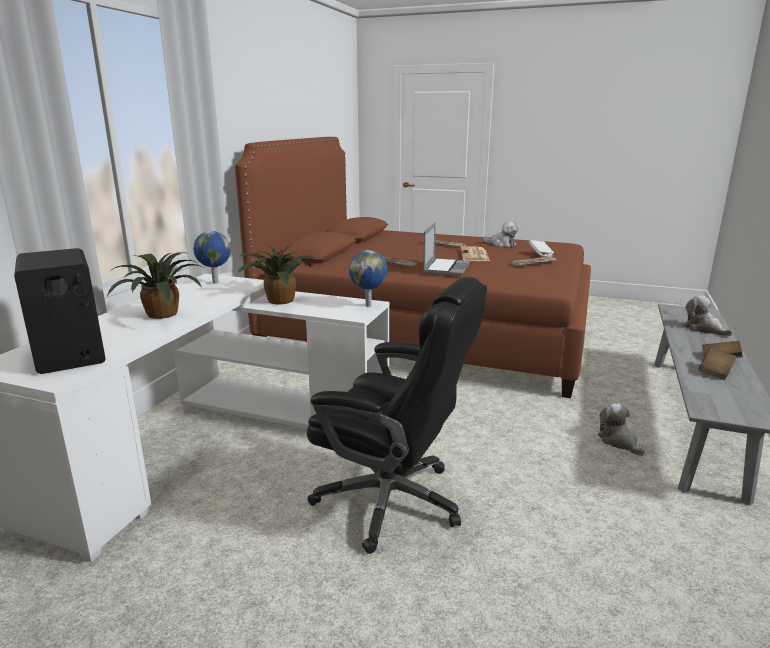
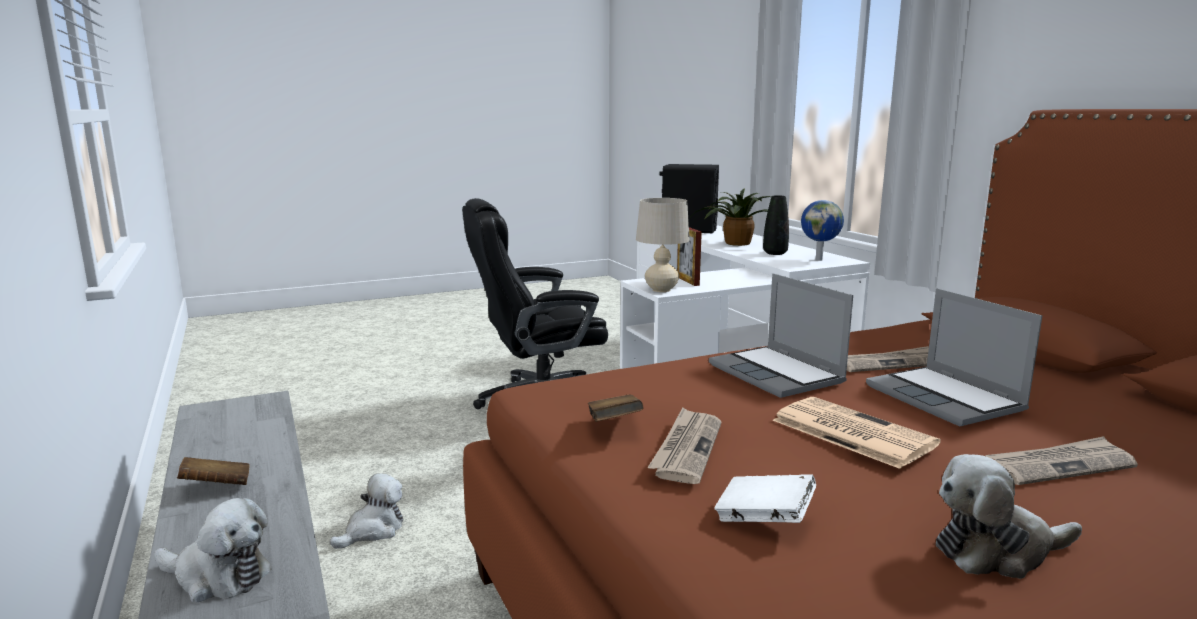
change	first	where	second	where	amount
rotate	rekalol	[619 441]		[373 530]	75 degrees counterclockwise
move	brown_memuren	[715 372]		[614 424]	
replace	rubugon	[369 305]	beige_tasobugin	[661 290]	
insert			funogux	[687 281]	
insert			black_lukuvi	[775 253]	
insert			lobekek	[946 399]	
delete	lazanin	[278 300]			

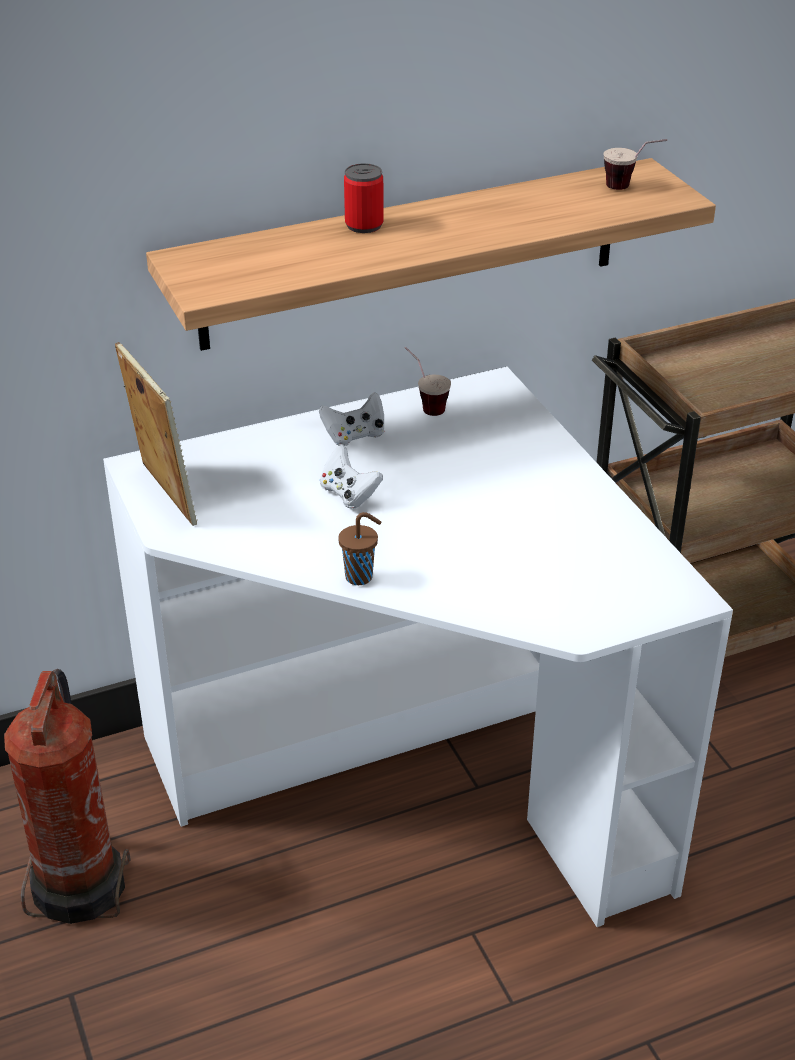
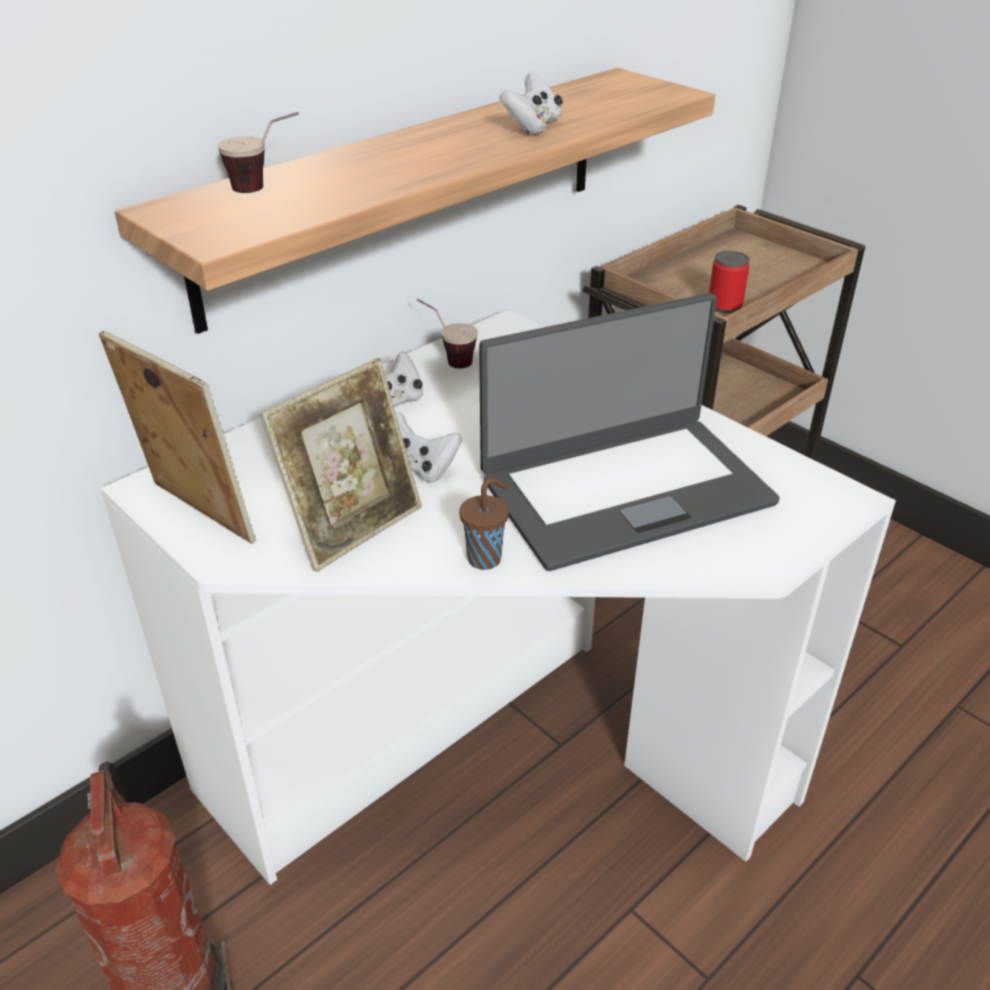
change	first	where	second	where	amount
move	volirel	[631 188]		[266 189]	
insert			funogux	[354 527]	
insert			lobekek	[624 489]	
insert			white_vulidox	[532 127]	
move	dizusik	[364 225]		[724 306]	

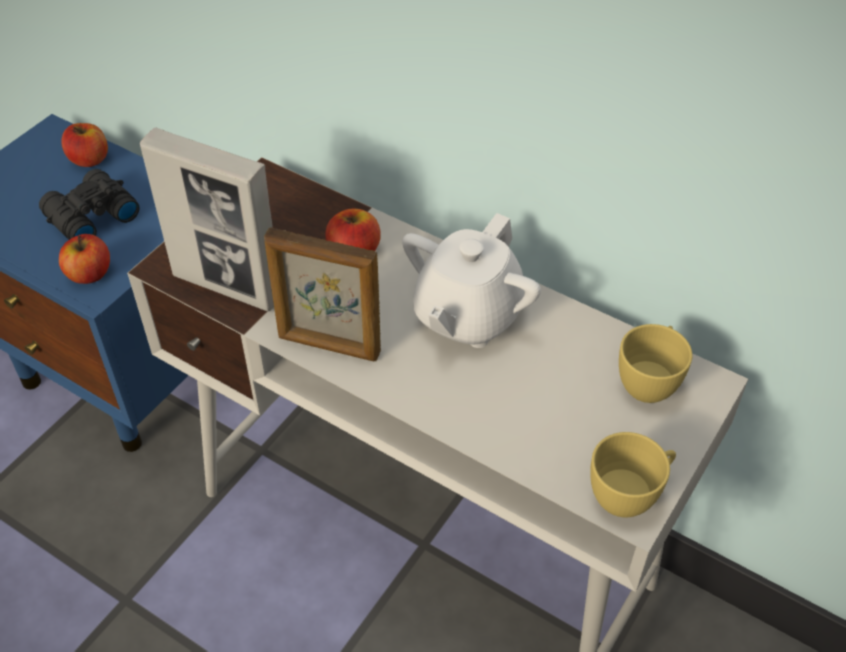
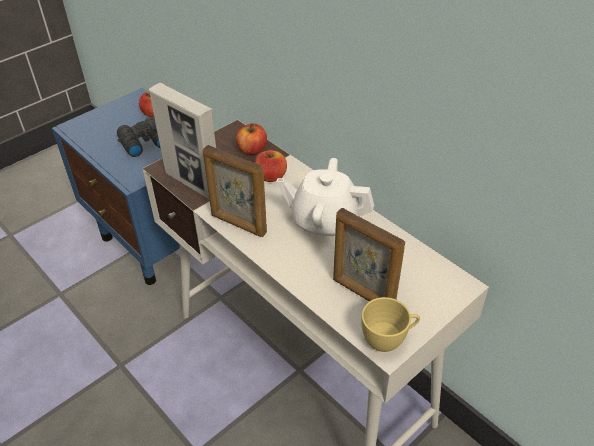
change	first	where	second	where	amount
move	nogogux	[90 274]		[252 150]	
rotate	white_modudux	[467 316]		[324 221]	60 degrees clockwise
insert			funogux	[362 294]	
delete	yellow_volirel	[649 381]			

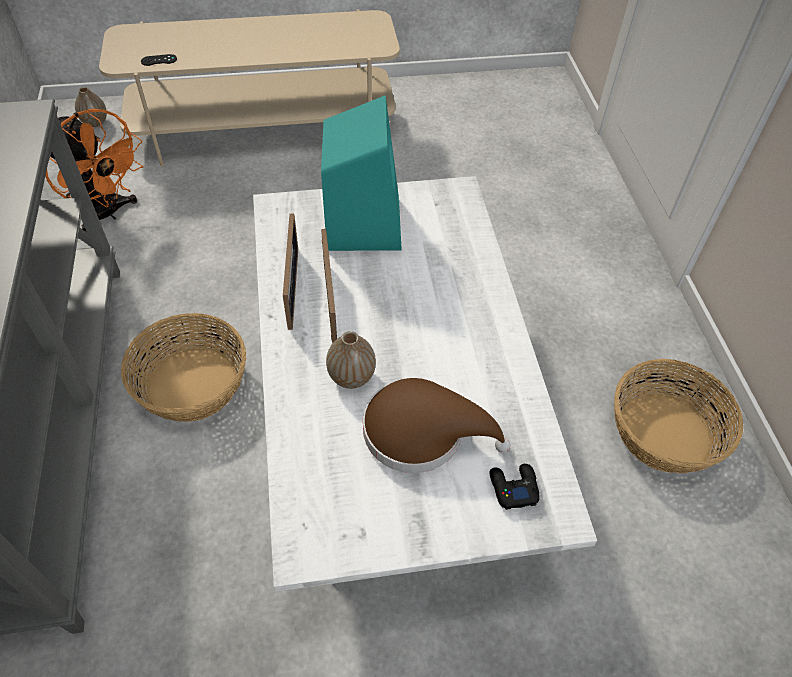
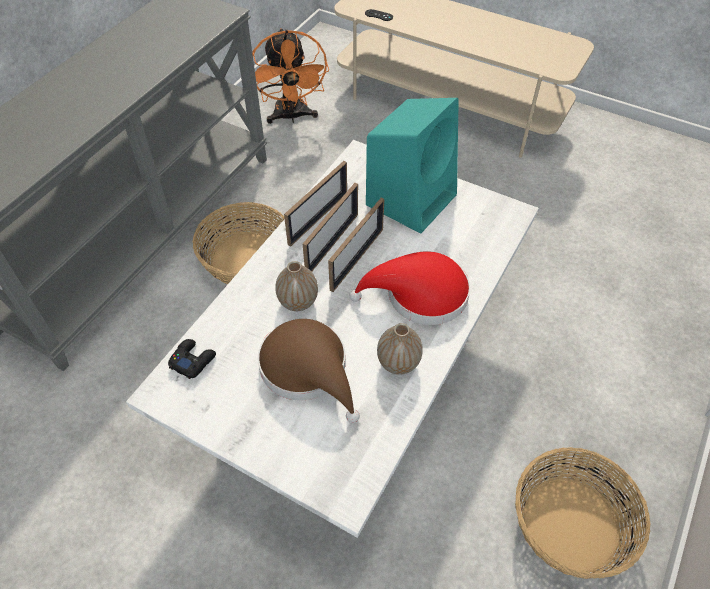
change	first	where	second	where	amount
move	black_vulidox	[513 487]		[192 360]	
insert			funogux	[357 259]	
insert			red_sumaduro	[419 295]	
move	lukuvi	[95 122]		[398 363]	

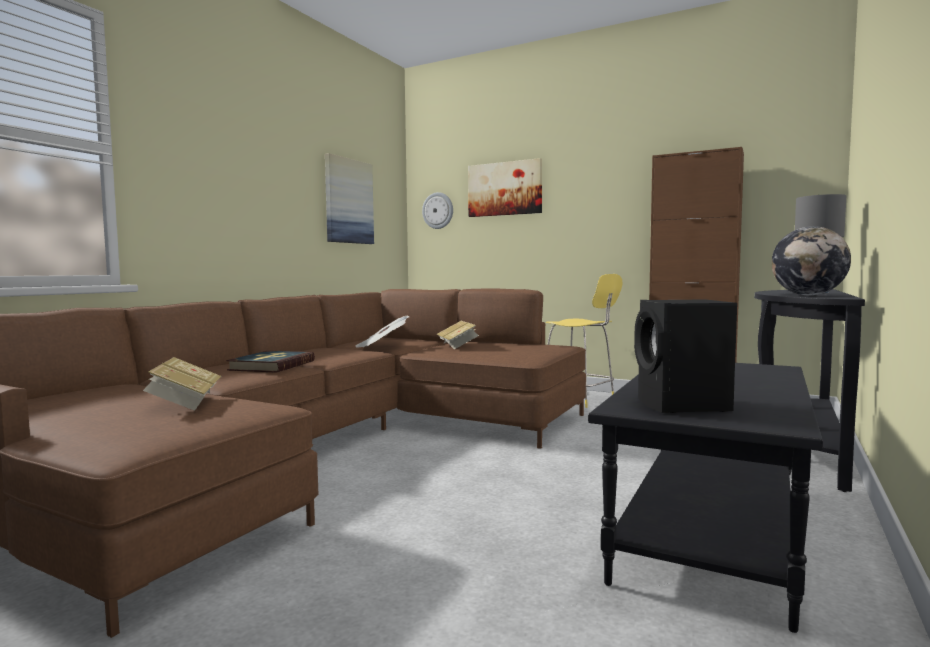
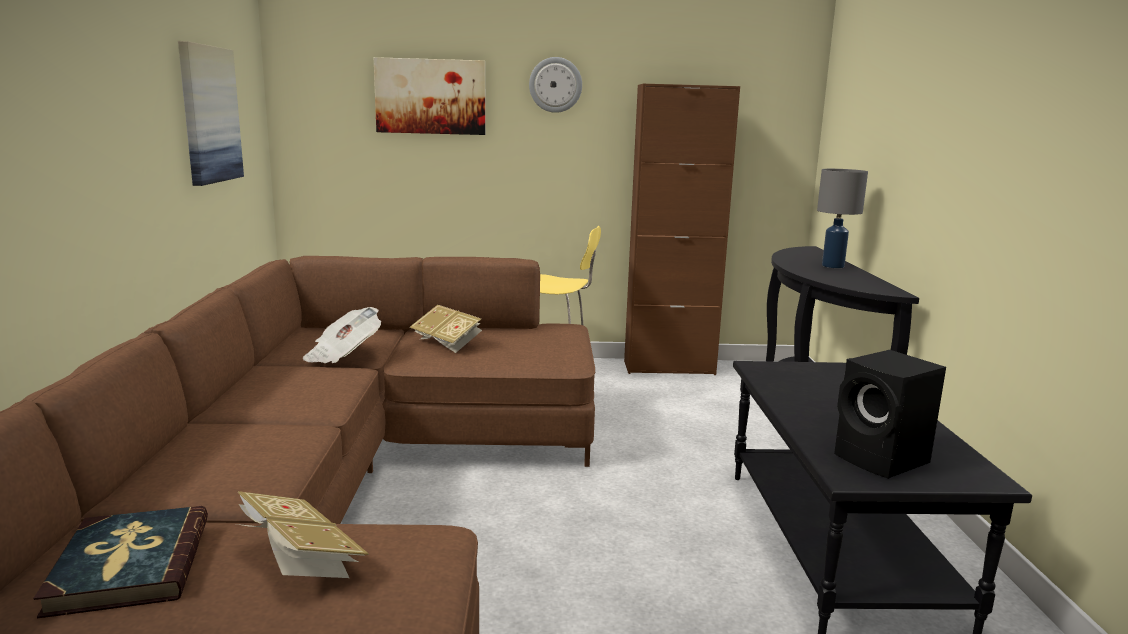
change	first	where	second	where	amount
move	memuren	[271 365]		[129 565]	
move	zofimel	[438 210]		[555 85]	
delete	rubugon	[808 295]			

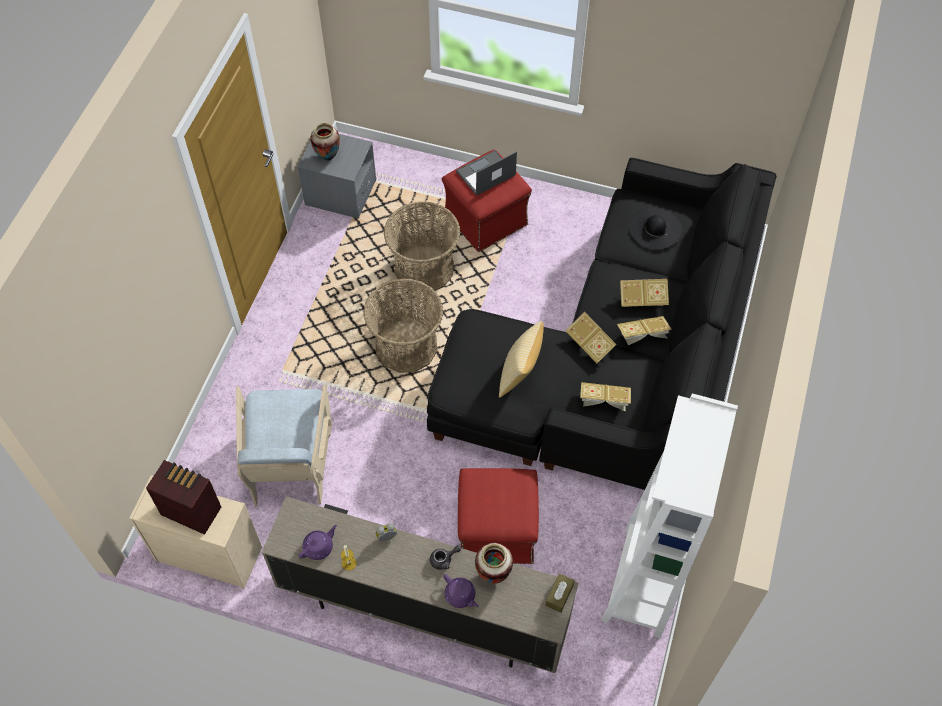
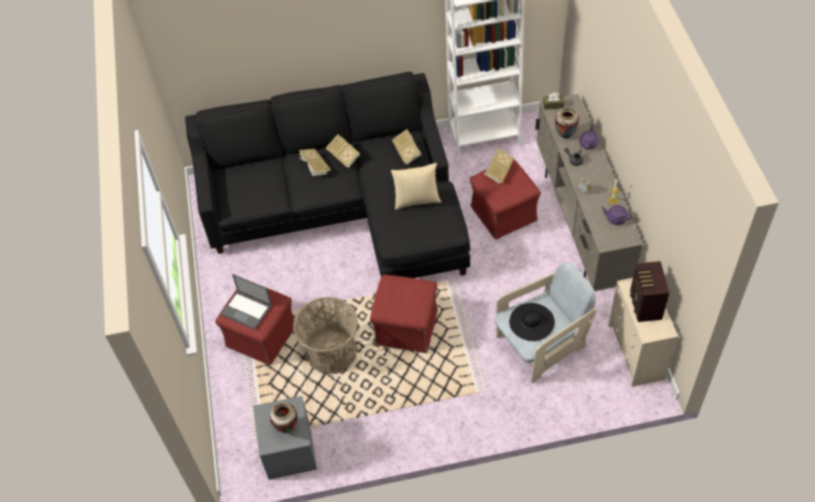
change	first	where	second	where	amount
replace	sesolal	[406 346]	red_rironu	[405 327]	
move	memuren	[590 344]		[498 171]	
move	black_sumaduro	[655 228]		[531 322]	

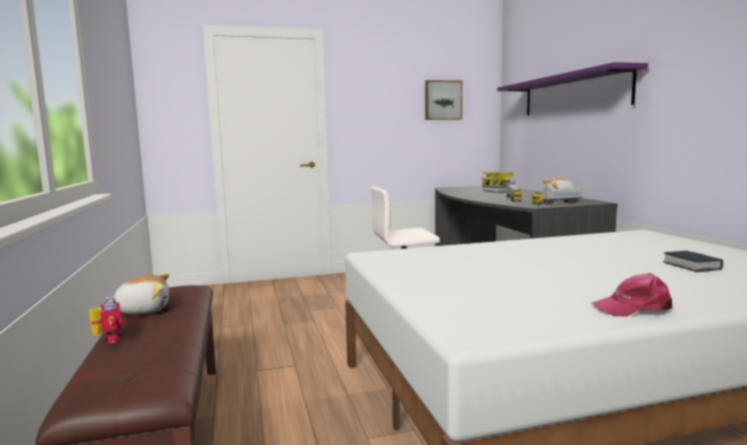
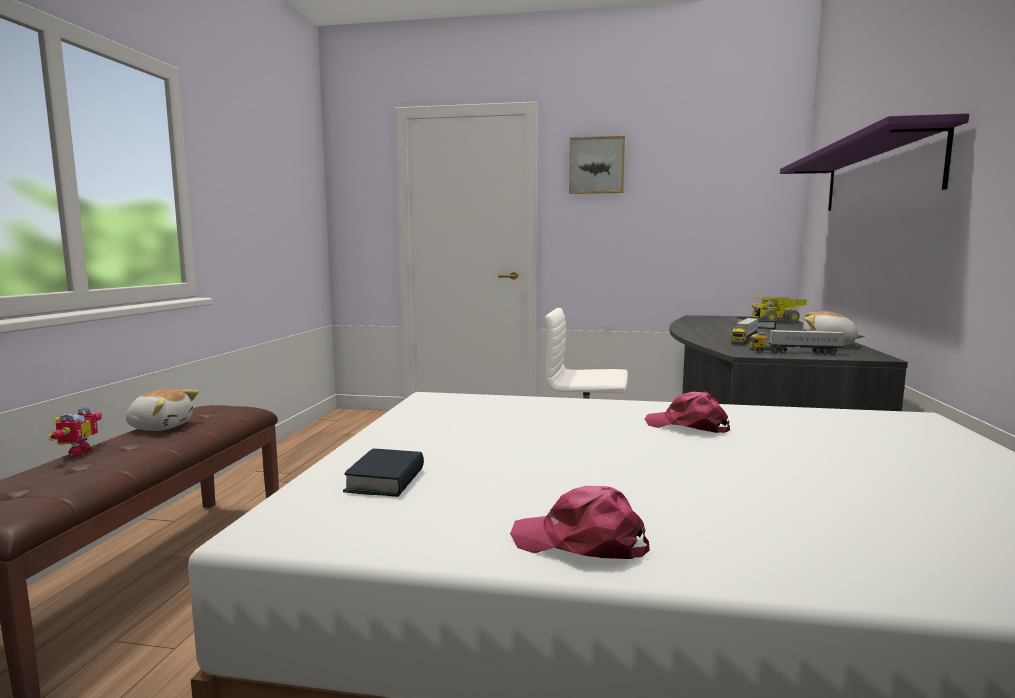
change	first	where	second	where	amount
move	memuren	[691 266]		[386 480]	
move	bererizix	[442 100]		[596 165]	
insert			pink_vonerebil	[688 426]	

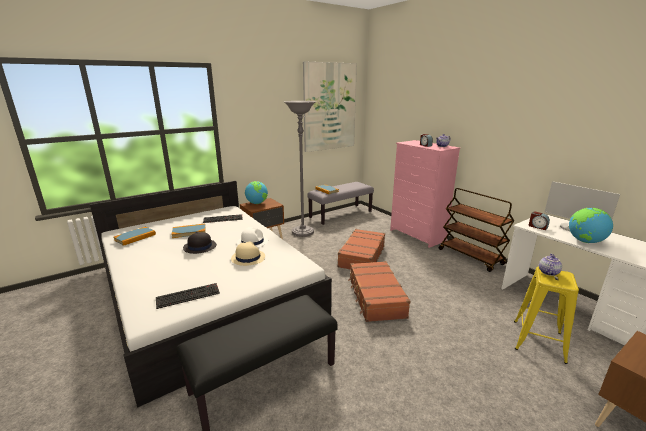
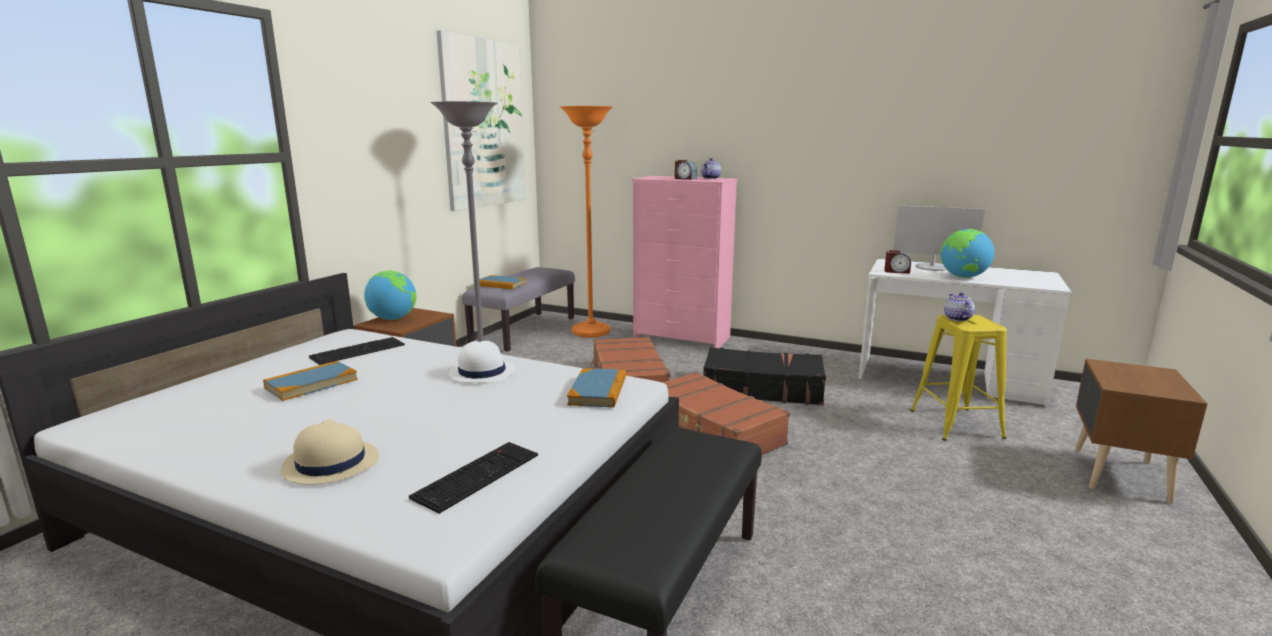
change	first	where	second	where	amount
move	beige_sumaduro	[248 258]		[330 463]	
insert			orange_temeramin	[591 332]	
move	memuren	[135 237]		[598 391]	
insert			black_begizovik	[762 389]	
delete	black_sumaduro	[199 247]			
delete	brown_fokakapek	[471 257]			

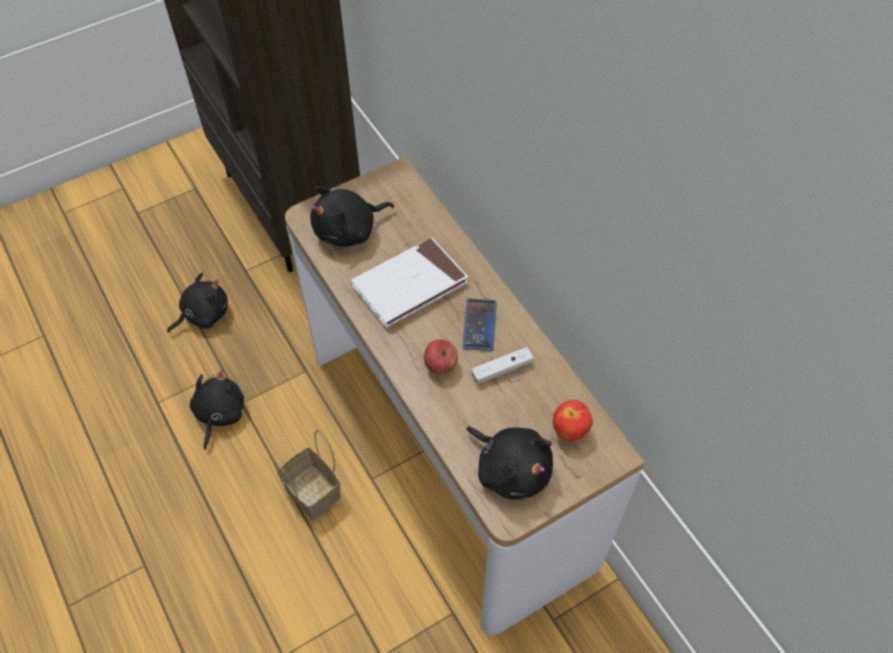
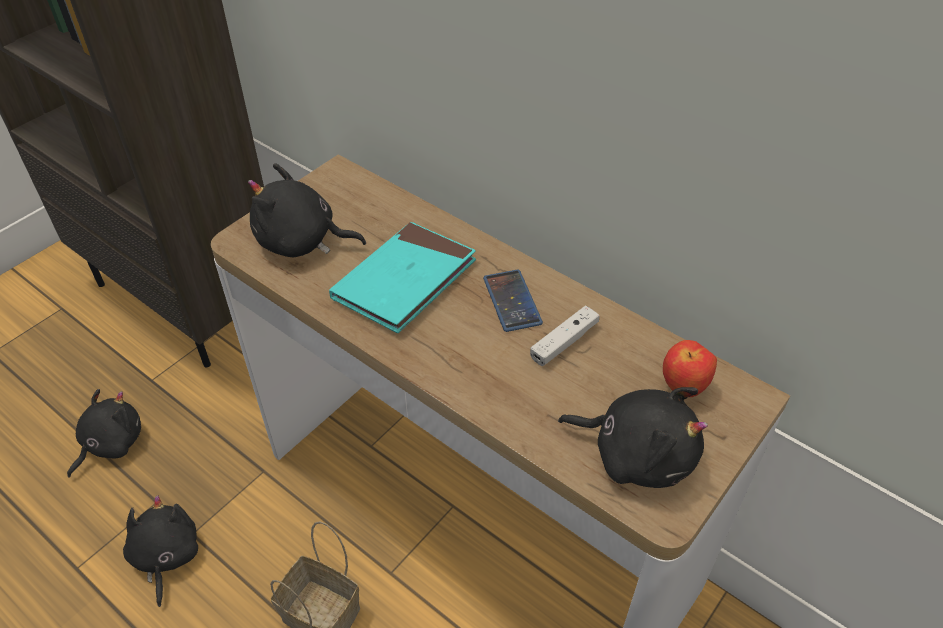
change	first	where	second	where	amount
rotate	black_rekalol	[349 230]		[301 242]	60 degrees clockwise
recolor	white_memuren	[410 285]	turquoise_memuren	[405 281]	
delete	nogogux	[440 365]			

